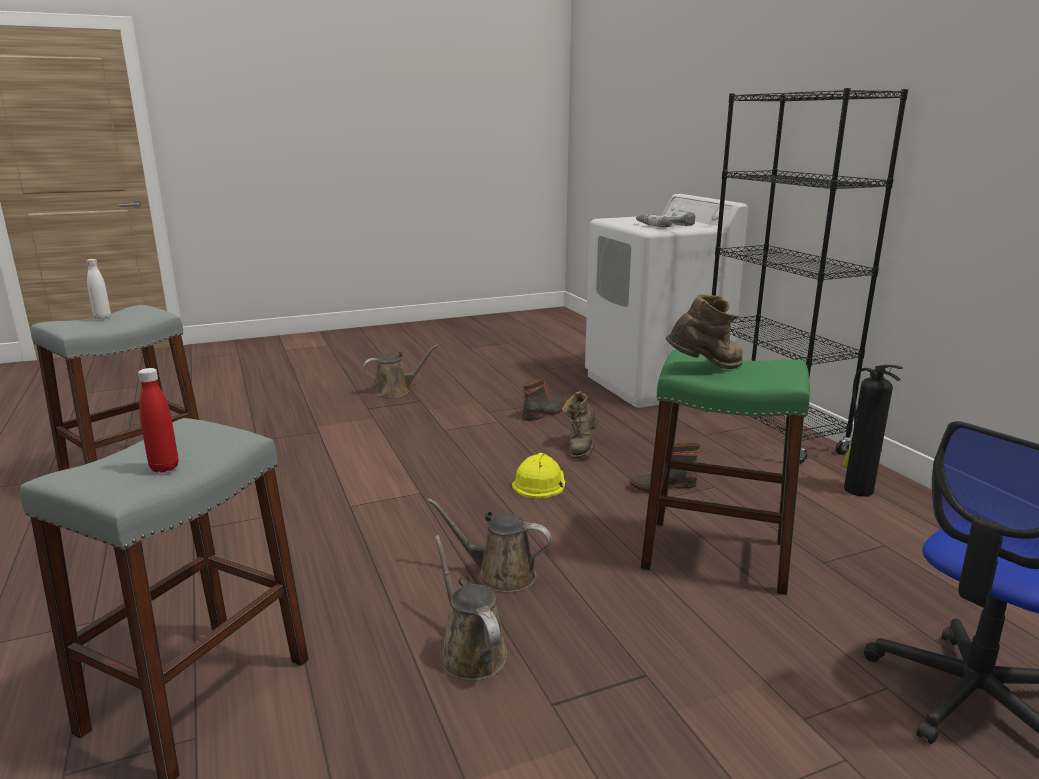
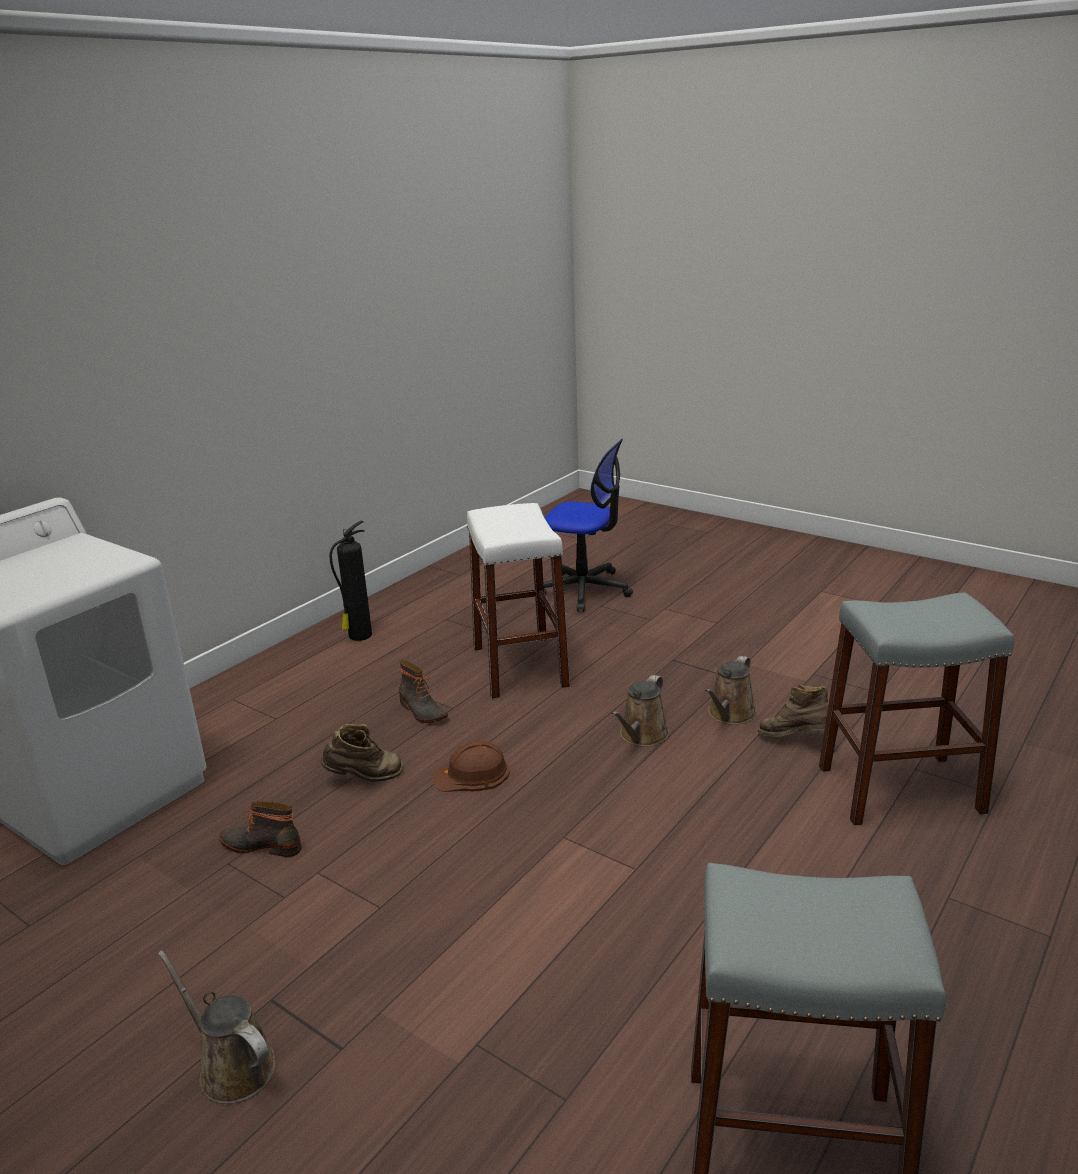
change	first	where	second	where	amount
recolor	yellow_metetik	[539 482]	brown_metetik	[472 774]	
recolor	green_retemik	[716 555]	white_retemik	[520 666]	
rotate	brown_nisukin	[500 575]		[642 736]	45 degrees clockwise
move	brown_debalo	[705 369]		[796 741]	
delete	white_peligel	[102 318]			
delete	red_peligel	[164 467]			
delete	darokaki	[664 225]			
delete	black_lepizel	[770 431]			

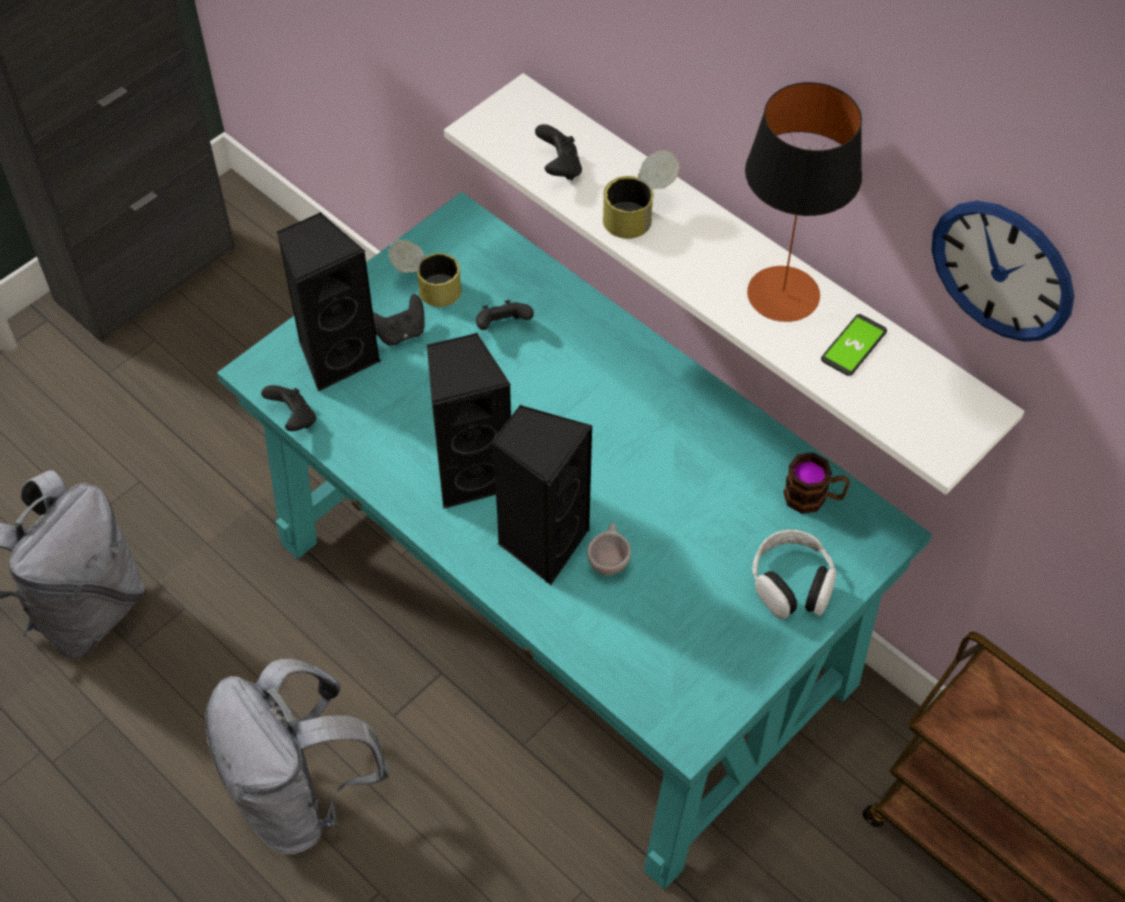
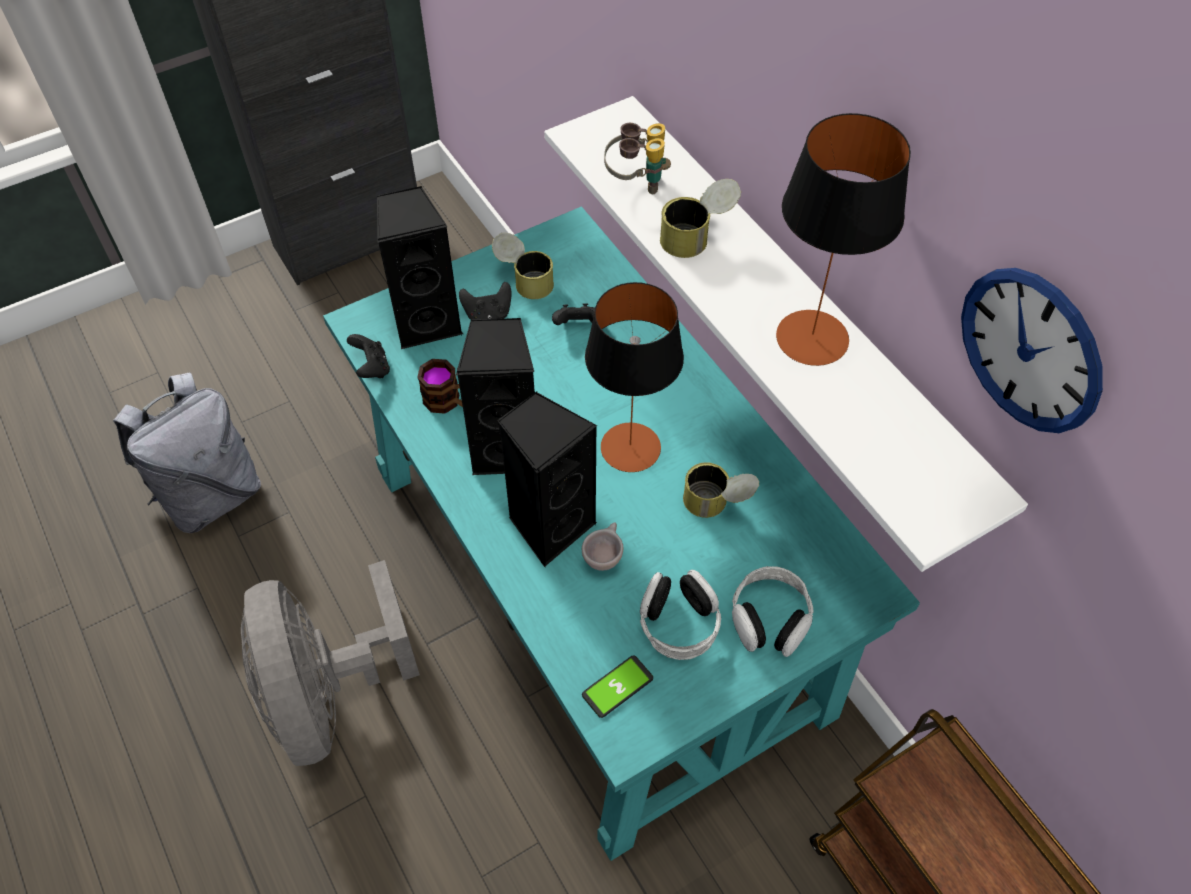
change	first	where	second	where	amount
replace	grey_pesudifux	[302 795]	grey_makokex	[329 693]	
move	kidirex	[814 498]		[448 402]	
move	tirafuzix	[853 346]		[617 687]	
insert			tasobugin	[630 447]	
replace	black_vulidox	[559 168]	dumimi	[636 182]	
insert			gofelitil	[678 622]	
insert			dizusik	[717 504]	

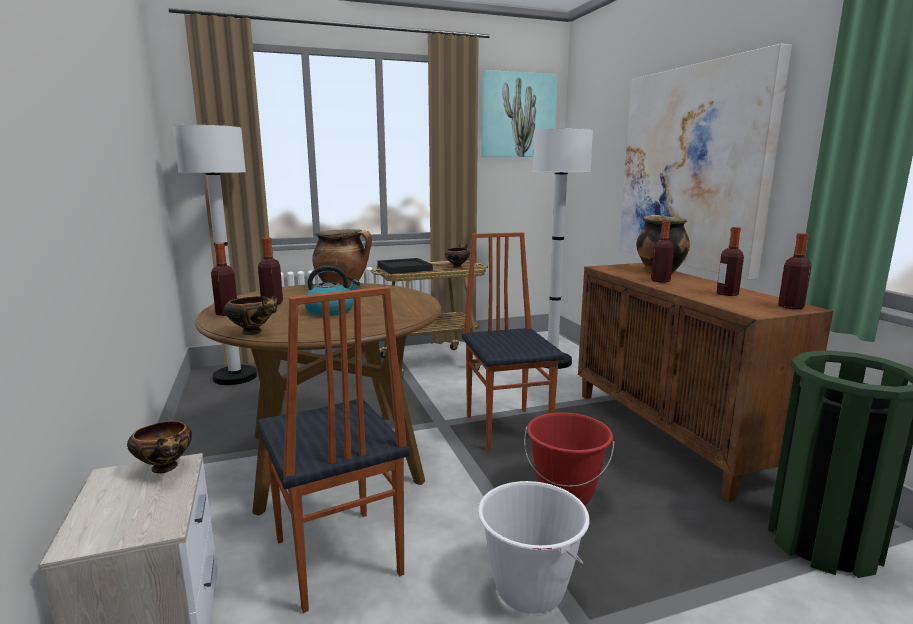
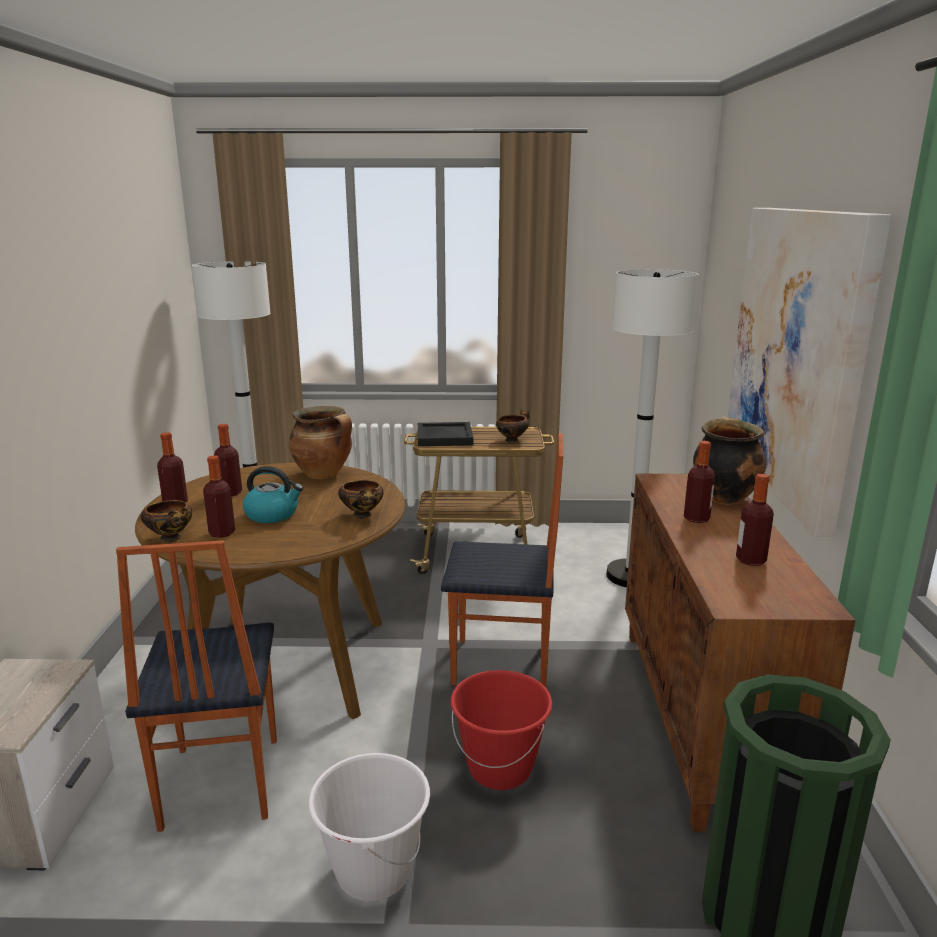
change	first	where	second	where	amount
move	peligel	[791 307]		[222 533]	
move	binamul	[166 468]		[363 516]	
rotate	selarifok	[508 428]		[501 665]	90 degrees clockwise
delete	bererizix	[518 115]			

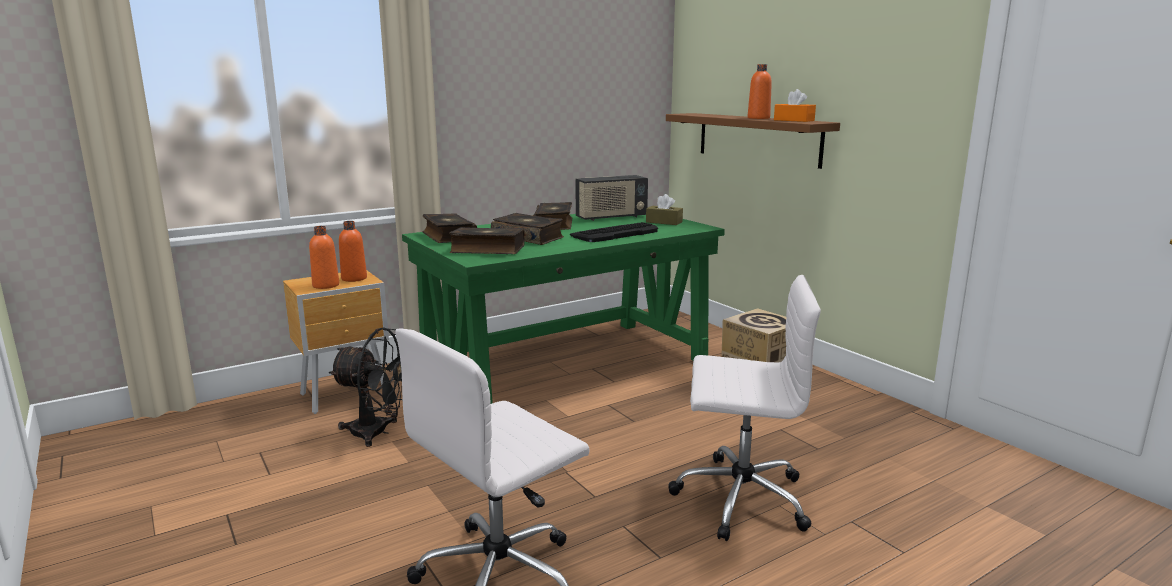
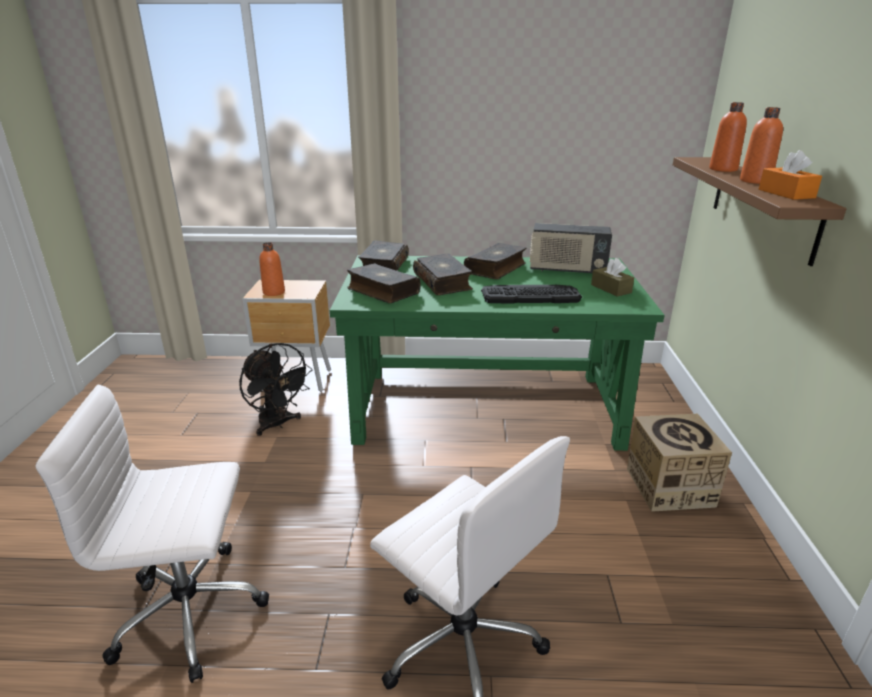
change	first	where	second	where	amount
move	orange_peligel	[354 278]		[723 169]	

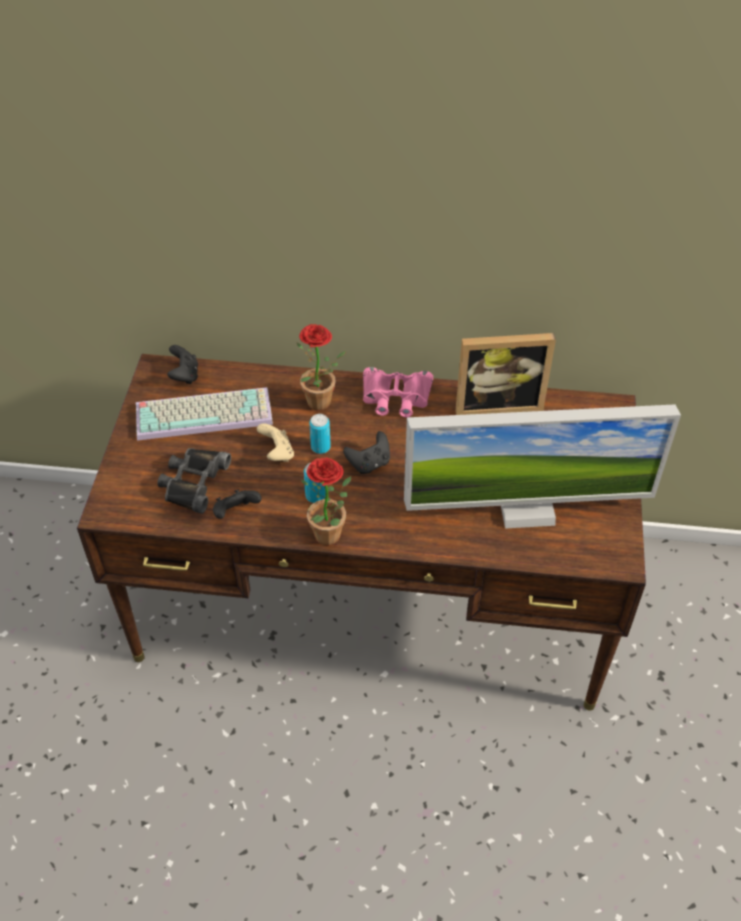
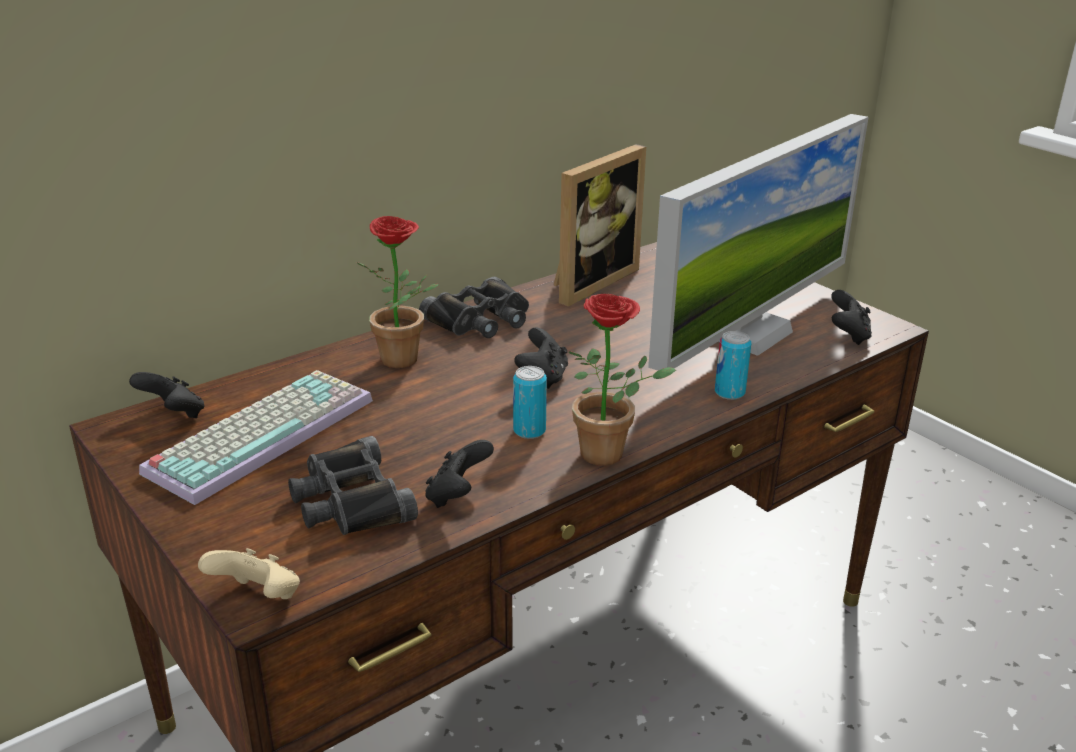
change	first	where	second	where	amount
move	beige_vulidox	[277 453]		[258 598]	
recolor	pink_dumimi	[396 397]	black_dumimi	[481 319]	
move	dizusik	[320 447]		[729 392]	
insert			black_vulidox	[848 335]	

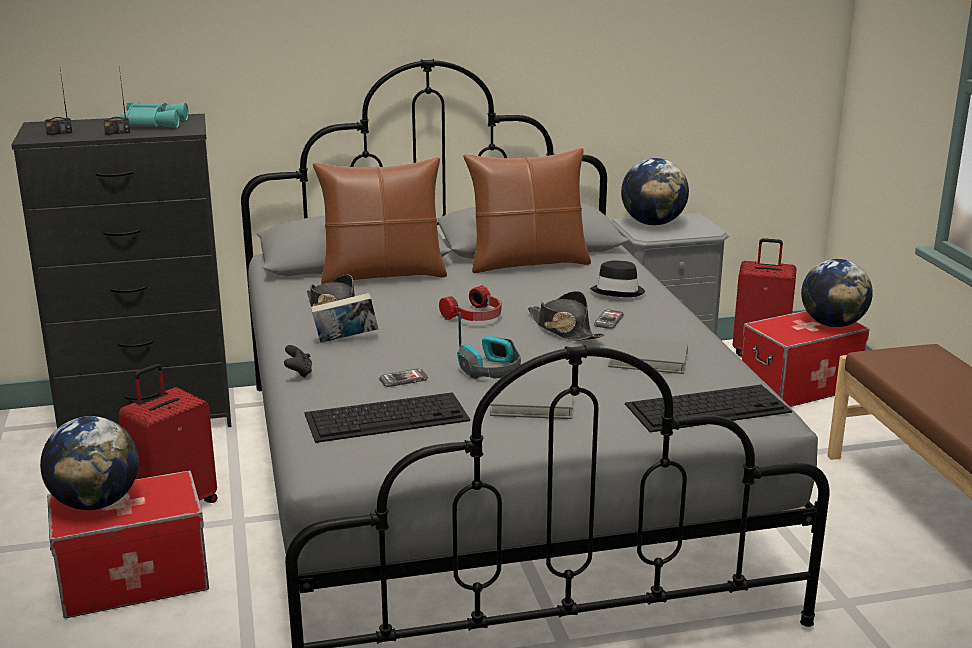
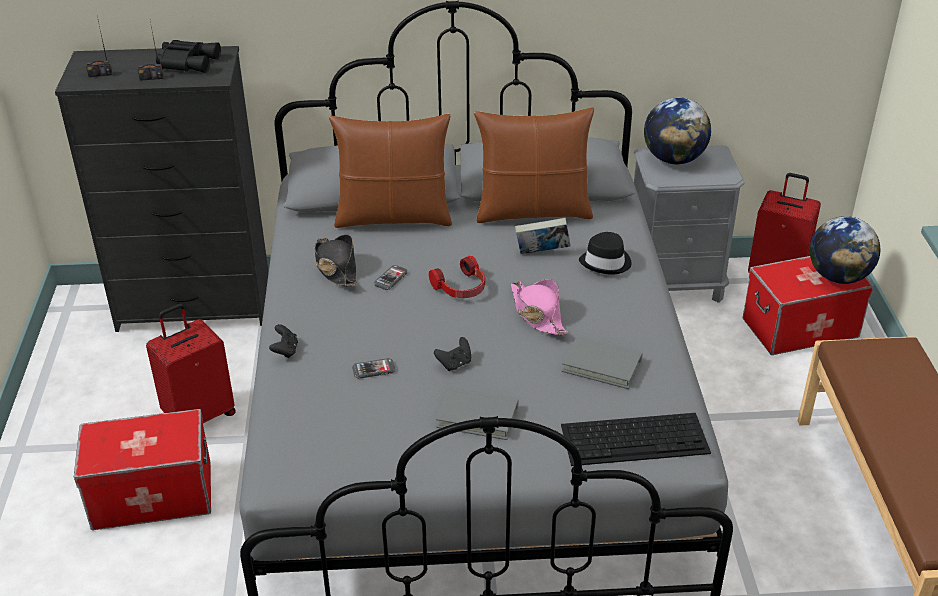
change	first	where	second	where	amount
recolor	turquoise_dumimi	[154 123]	black_dumimi	[188 62]	
move	tirafuzix	[608 320]		[391 278]	
replace	gofelitil	[491 369]	black_vulidox	[455 364]	
recolor	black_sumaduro	[563 329]	pink_sumaduro	[537 314]	
move	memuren	[345 340]		[542 253]	
delete	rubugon	[96 503]			
delete	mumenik	[388 416]			

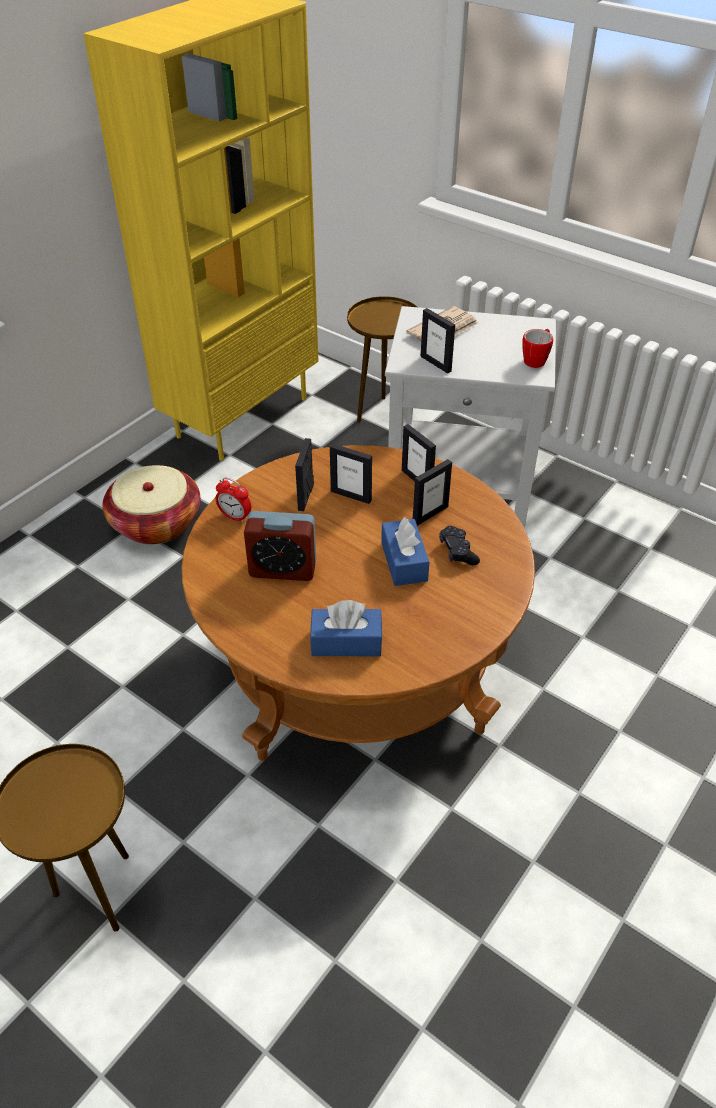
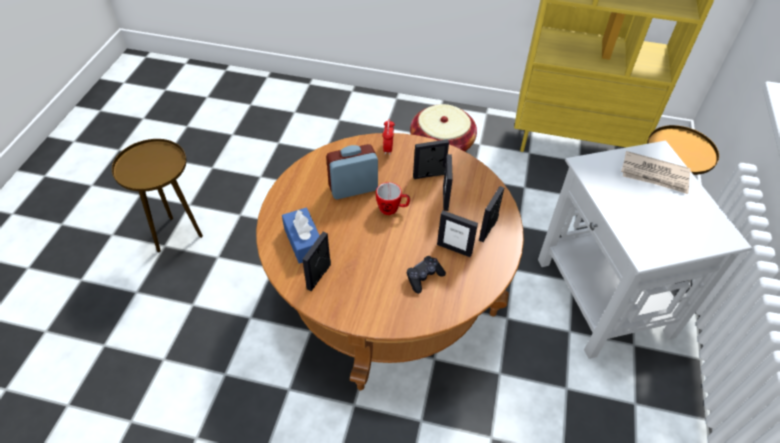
change	first	where	second	where	amount
move	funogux	[436 363]		[319 276]	
rotate	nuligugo	[282 569]		[353 188]	90 degrees clockwise
move	kidirex	[536 360]		[392 209]	
delete	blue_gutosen	[404 561]			

